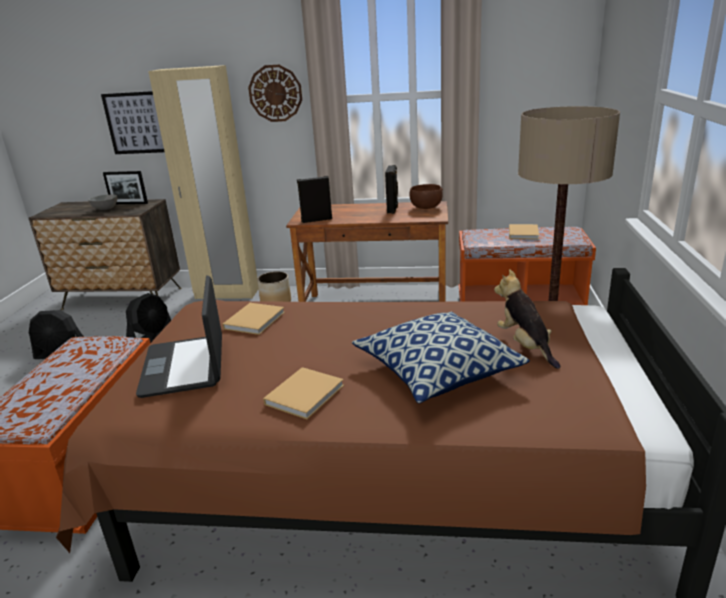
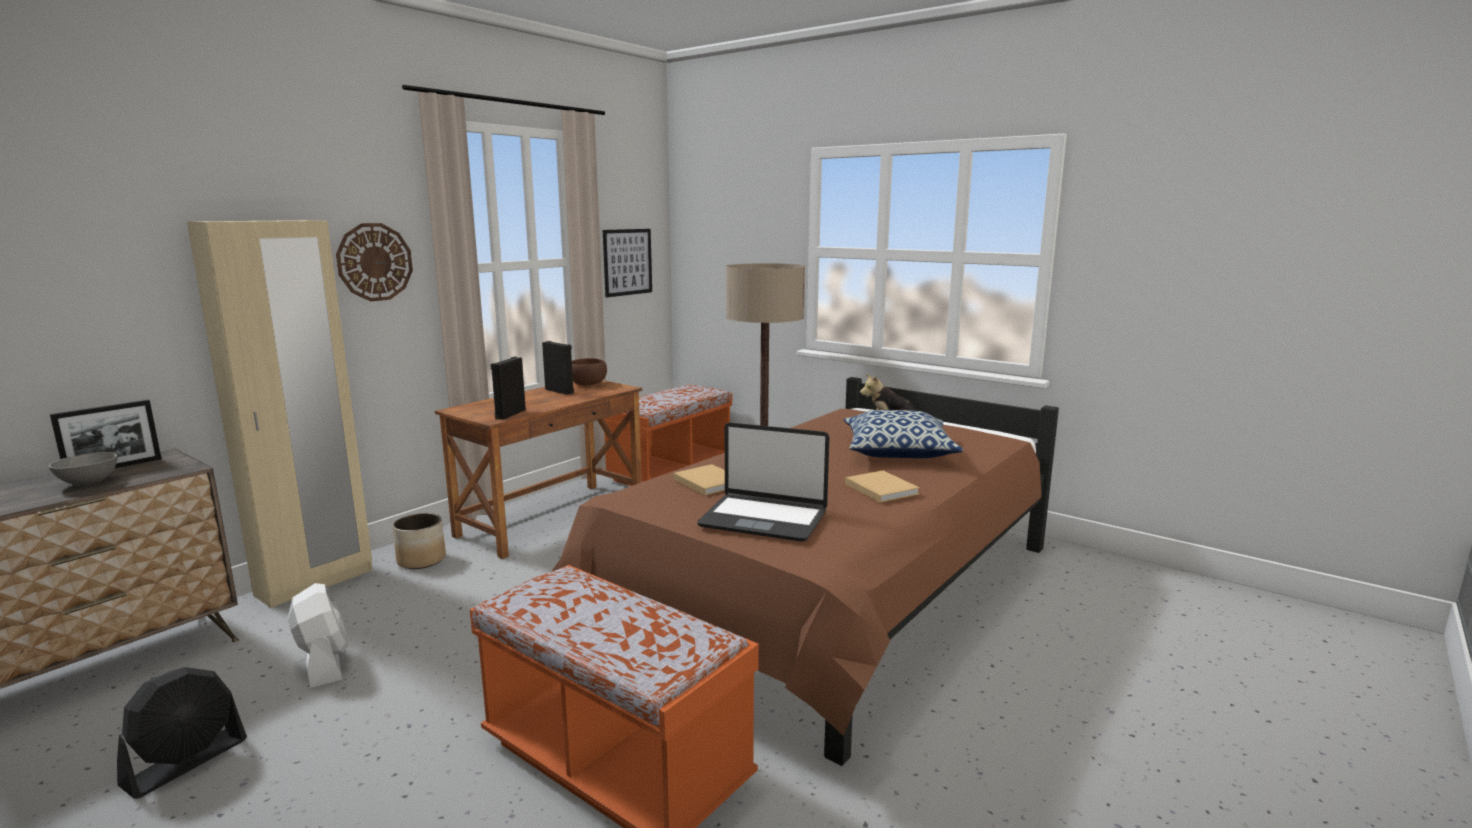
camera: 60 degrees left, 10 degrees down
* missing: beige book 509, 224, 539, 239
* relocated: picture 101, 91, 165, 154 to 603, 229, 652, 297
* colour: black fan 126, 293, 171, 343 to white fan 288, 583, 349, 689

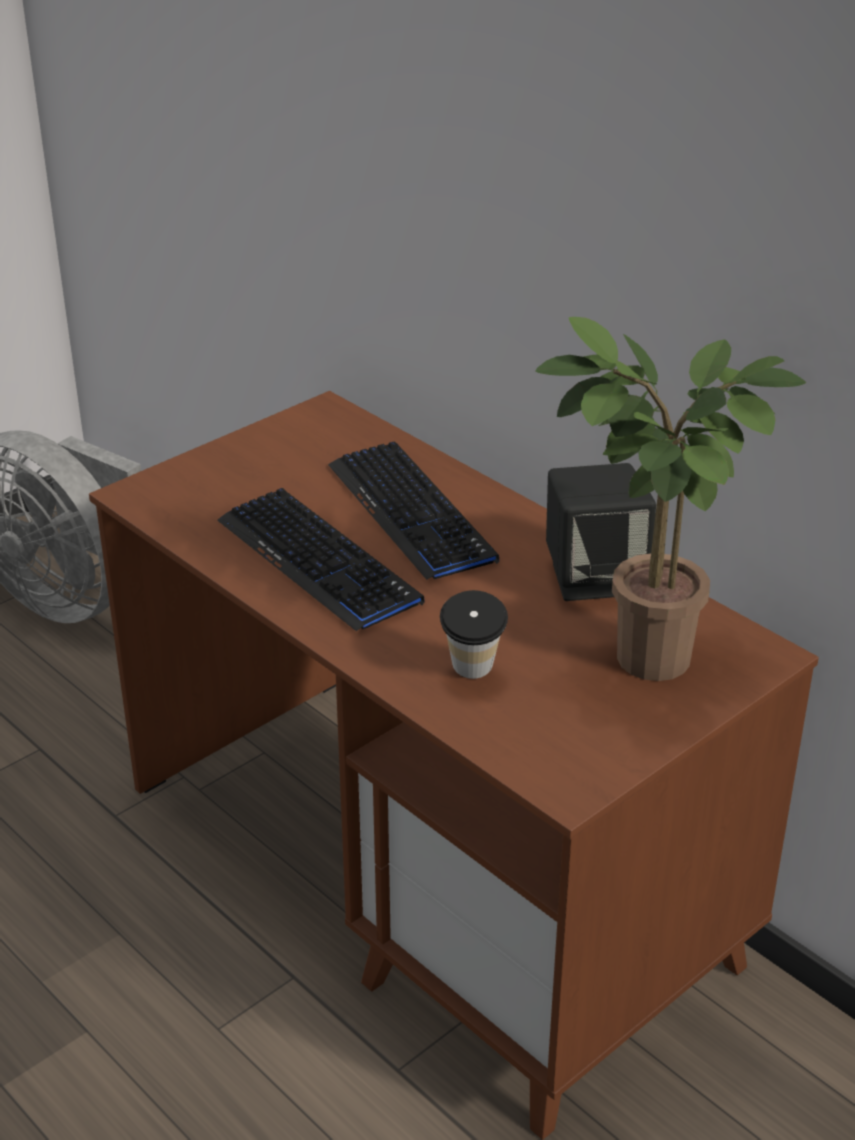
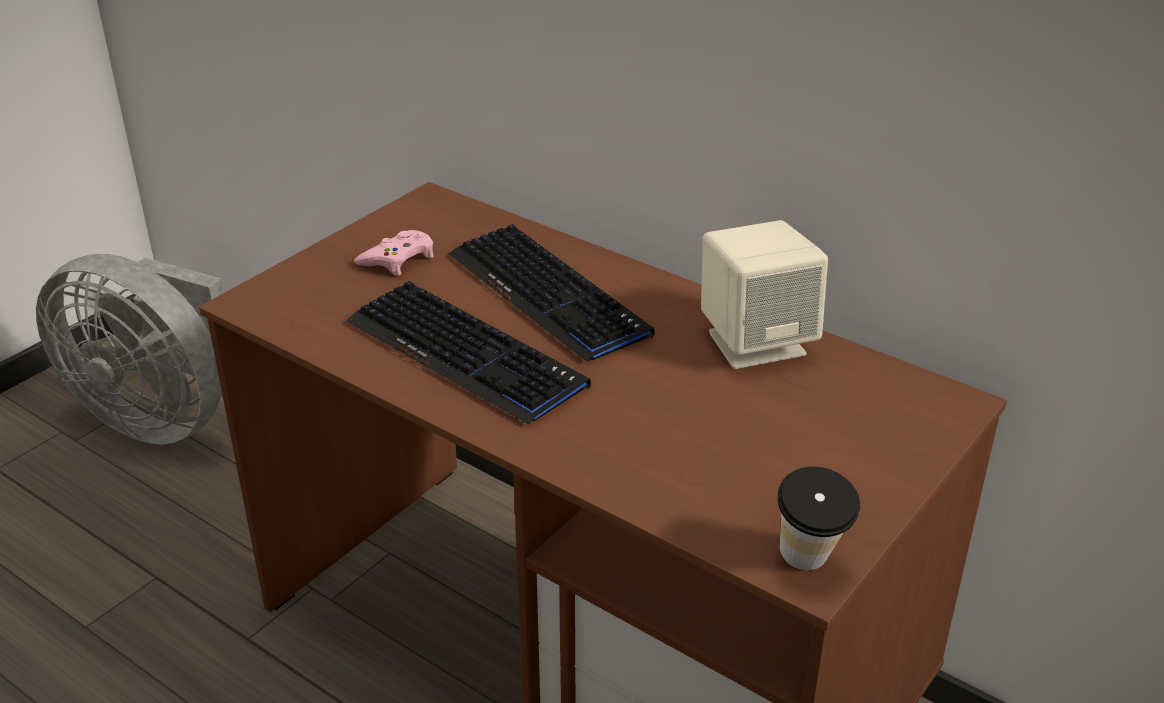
camera: 10 degrees left, 0 degrees up
* missing: potted plant 535, 317, 806, 681
* appeared: pink game controller 354, 230, 434, 275
* relocated: cup 440, 590, 508, 679 to 778, 467, 860, 570
* colour: black speaker 546, 463, 656, 601 to beige speaker 701, 220, 828, 369

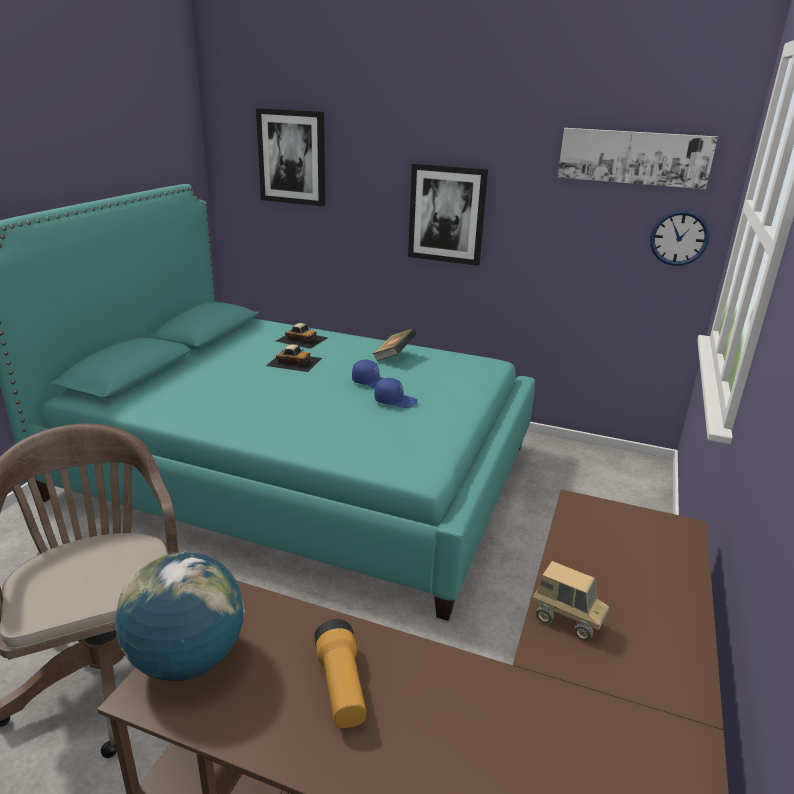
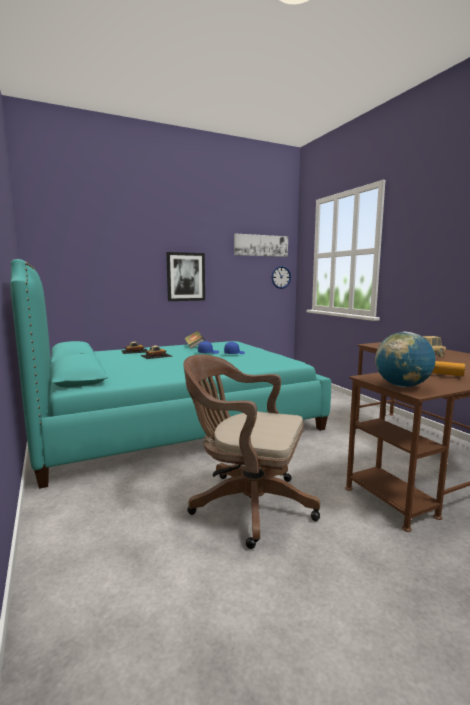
camera: 45 degrees left, 15 degrees down
* missing: picture 256, 108, 325, 206

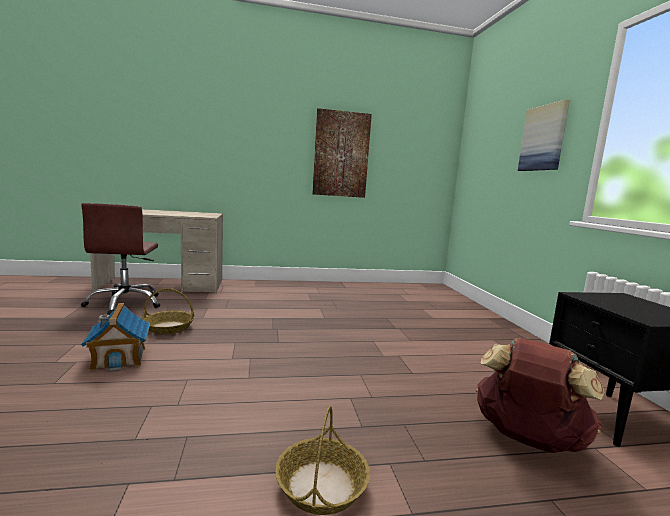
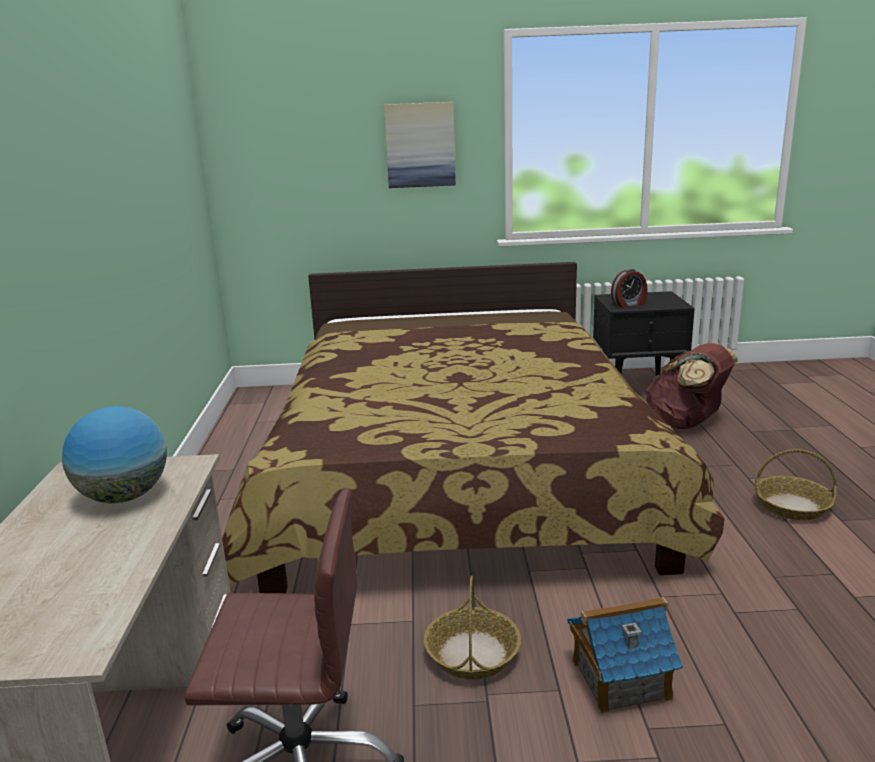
camera: 80 degrees left, 10 degrees up
* missing: picture 312, 108, 372, 198
* appeared: globe 62, 406, 167, 503
* appeared: bed 222, 262, 725, 593
* appeared: alarm clock 611, 269, 648, 308

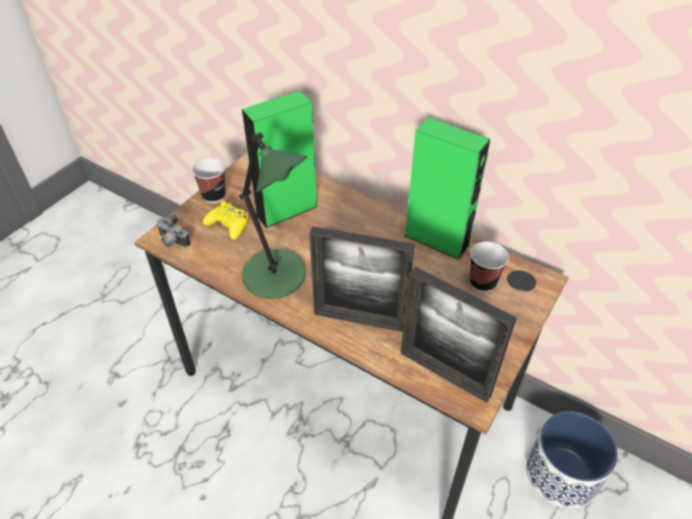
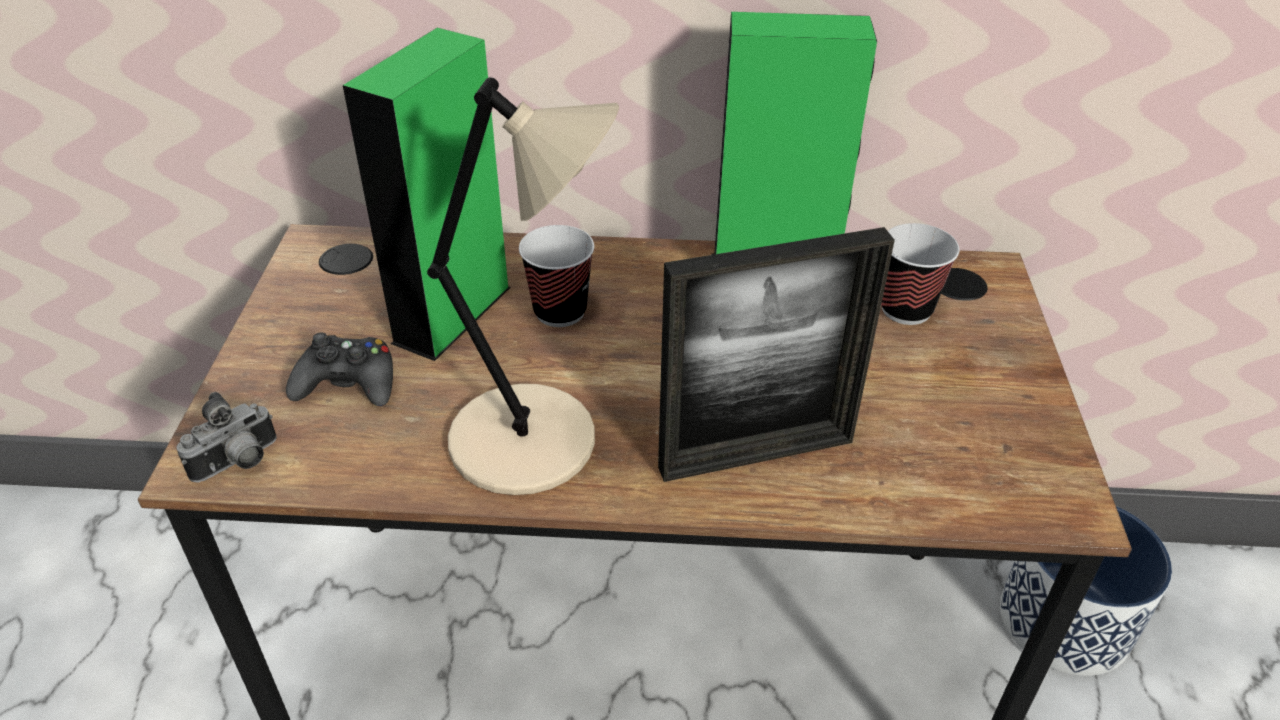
camera: 30 degrees left, 5 degrees down
* missing: picture frame 400, 267, 517, 403
* relocated: cup 192, 158, 226, 203 to 519, 225, 594, 327
* colour: yellow game controller 203, 201, 249, 240 to black game controller 286, 332, 393, 406
* colour: green table lamp 239, 132, 308, 299 to beige table lamp 427, 77, 619, 495
* spun: photo camera 157, 214, 191, 248 = 176, 392, 277, 482 45 degrees counterclockwise

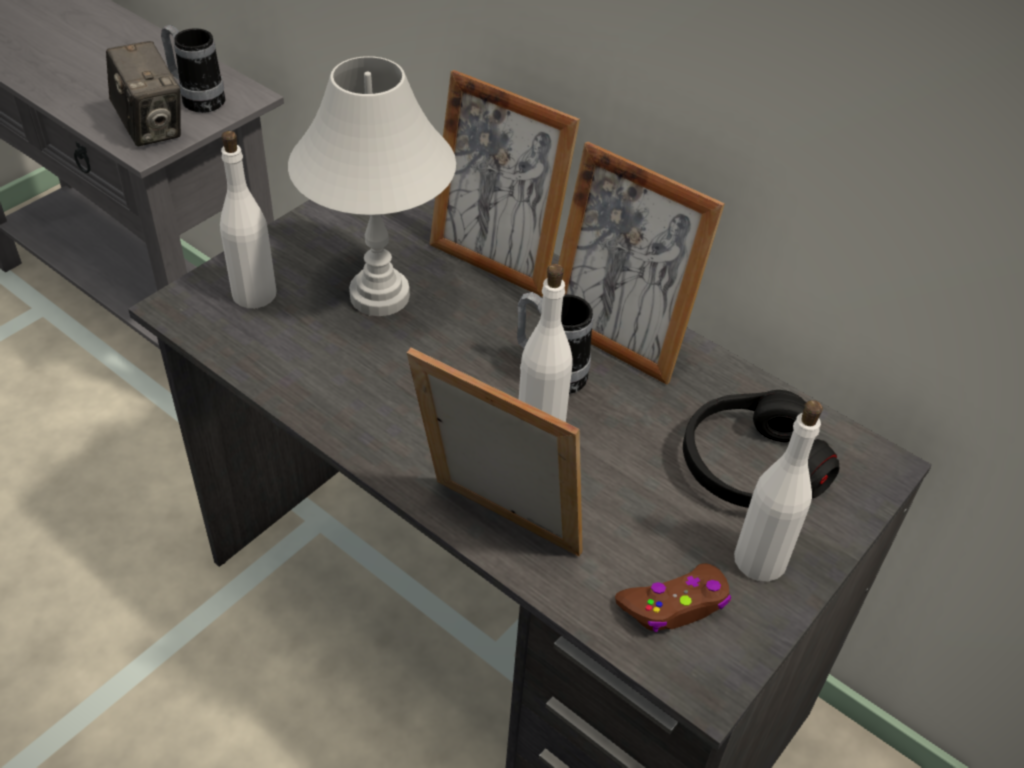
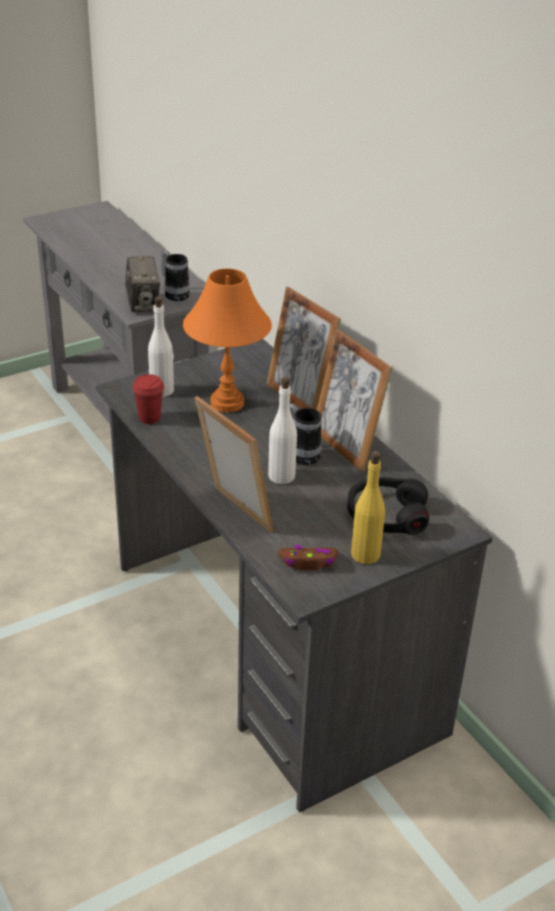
camera: 20 degrees right, 10 degrees down
* appeared: red cup 133, 374, 164, 424
* colour: white table lamp 288, 56, 456, 316 to orange table lamp 183, 269, 272, 413
* colour: white bottle 734, 400, 823, 582 to yellow bottle 351, 451, 385, 564

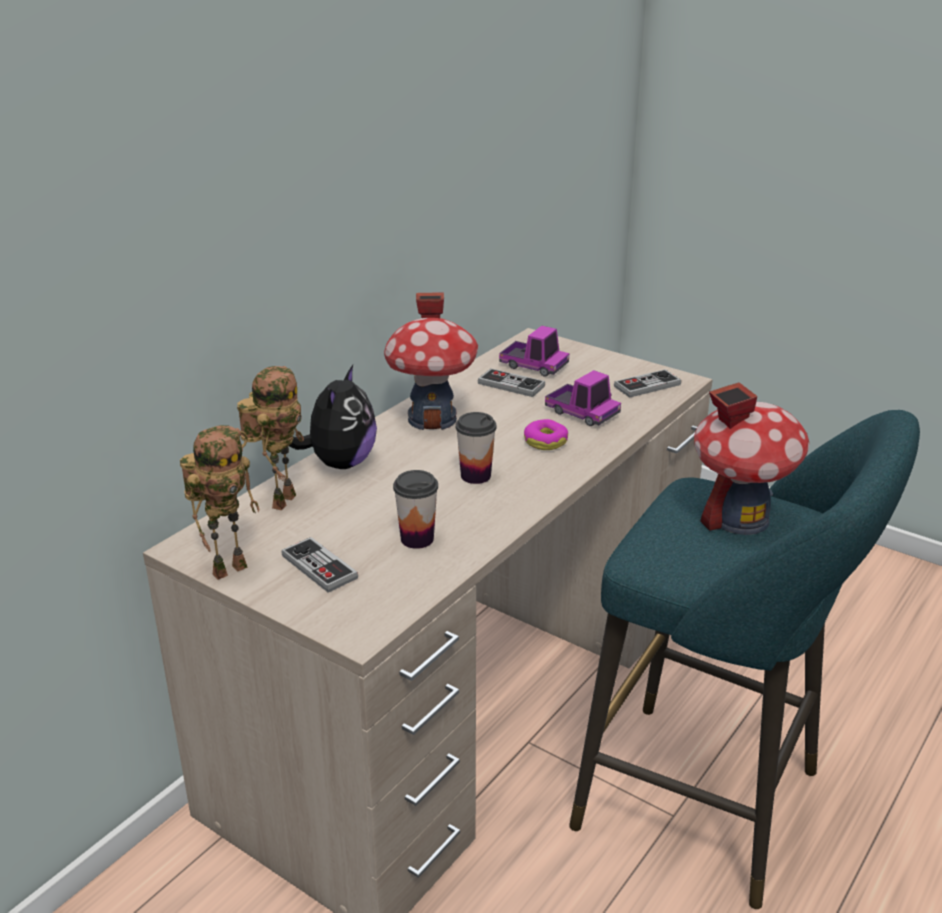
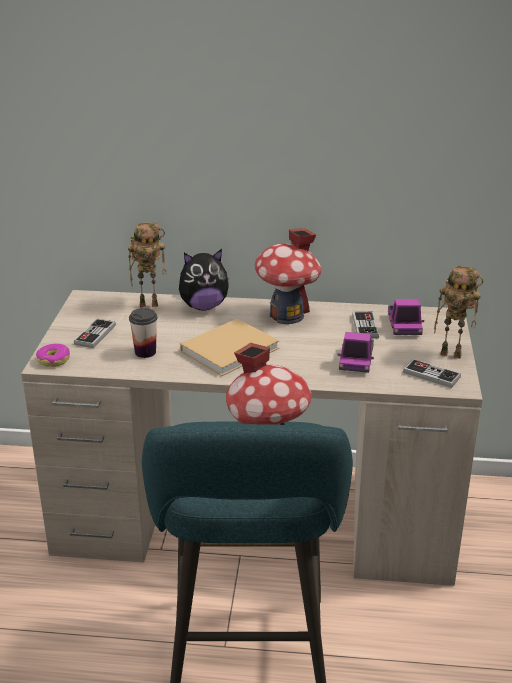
camera: 60 degrees right, 0 degrees up
* relocated: toy robot 180, 425, 260, 580 to 434, 266, 484, 359
* relocated: donut 524, 419, 568, 450 to 36, 343, 70, 367
* exchanged: cup 456, 412, 497, 484 to beige book 180, 319, 279, 376

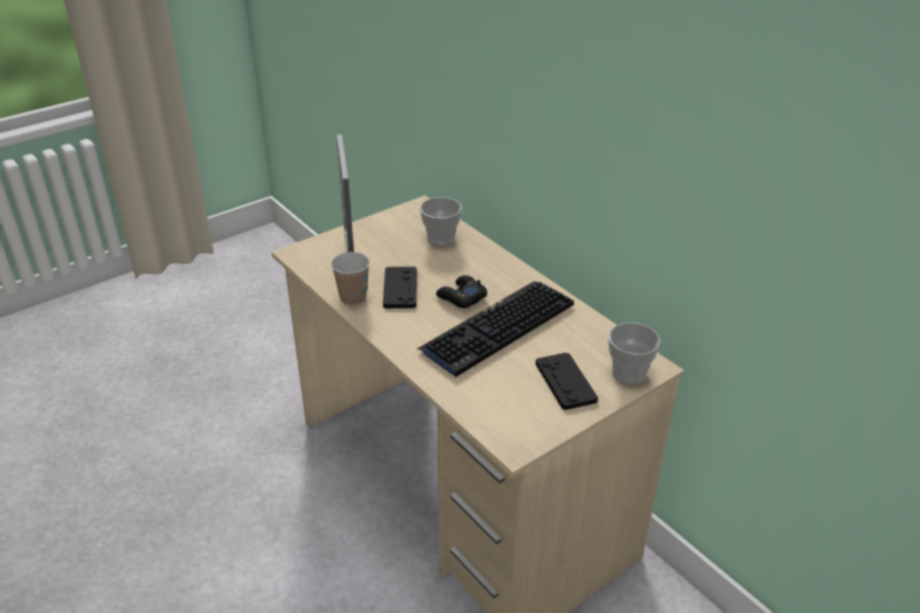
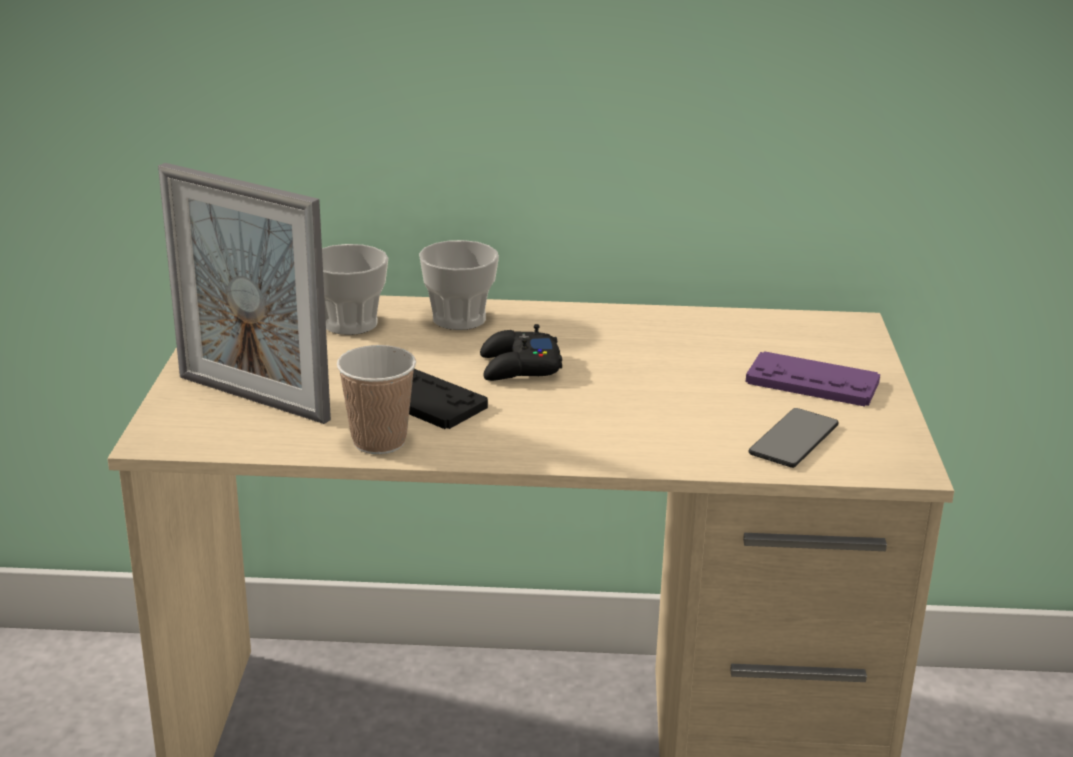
camera: 50 degrees left, 10 degrees down
* missing: keyboard 417, 282, 574, 377
* appeared: phone 749, 408, 838, 468
* relocated: cup 608, 323, 661, 384 to 419, 240, 499, 330
* colour: black game controller 536, 352, 598, 410 to purple game controller 746, 351, 880, 407

